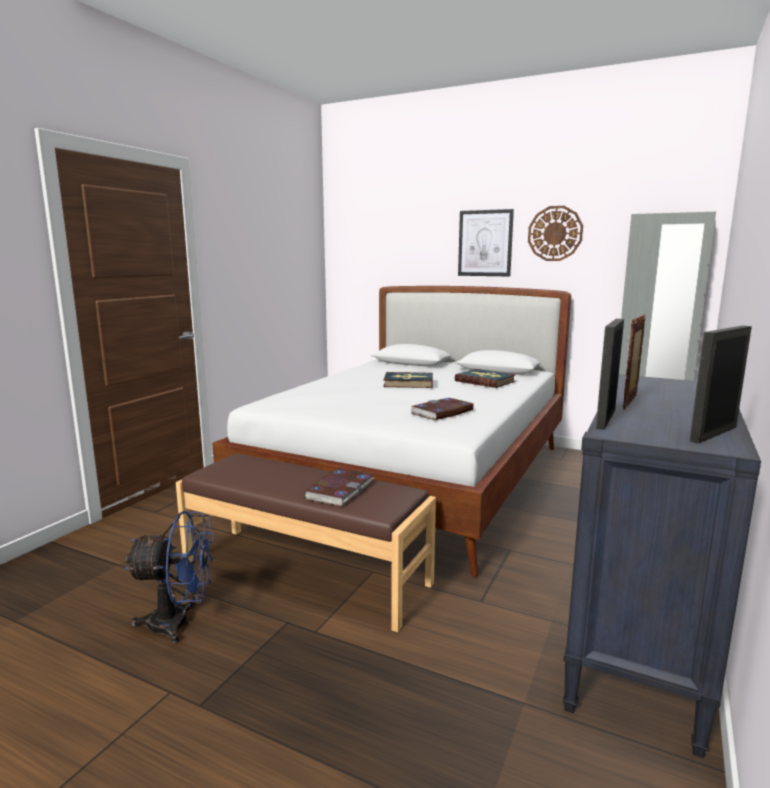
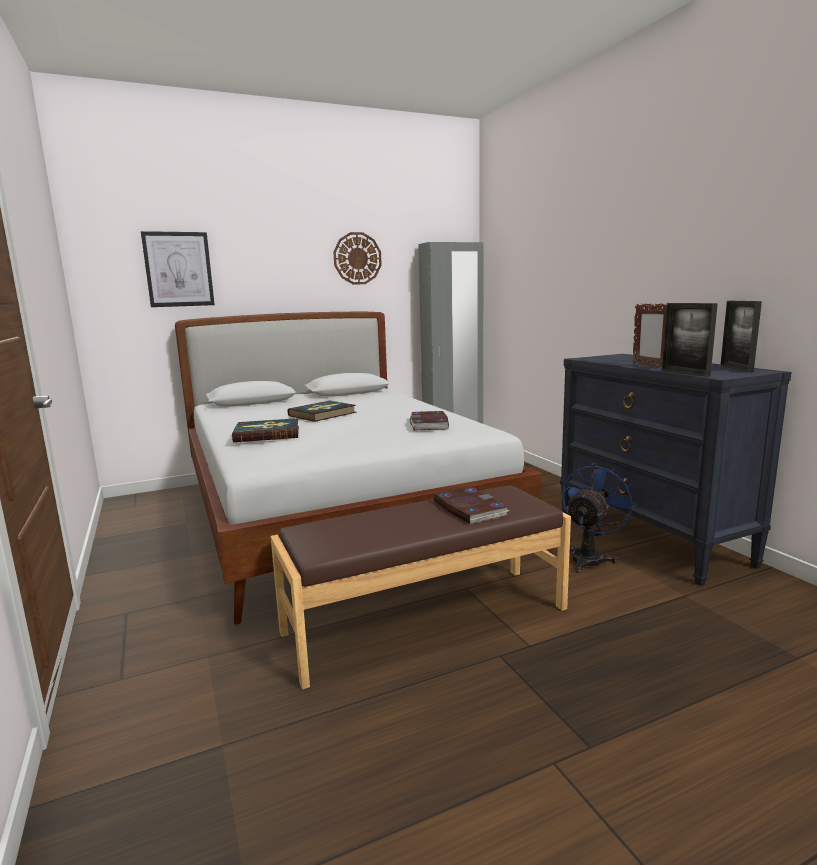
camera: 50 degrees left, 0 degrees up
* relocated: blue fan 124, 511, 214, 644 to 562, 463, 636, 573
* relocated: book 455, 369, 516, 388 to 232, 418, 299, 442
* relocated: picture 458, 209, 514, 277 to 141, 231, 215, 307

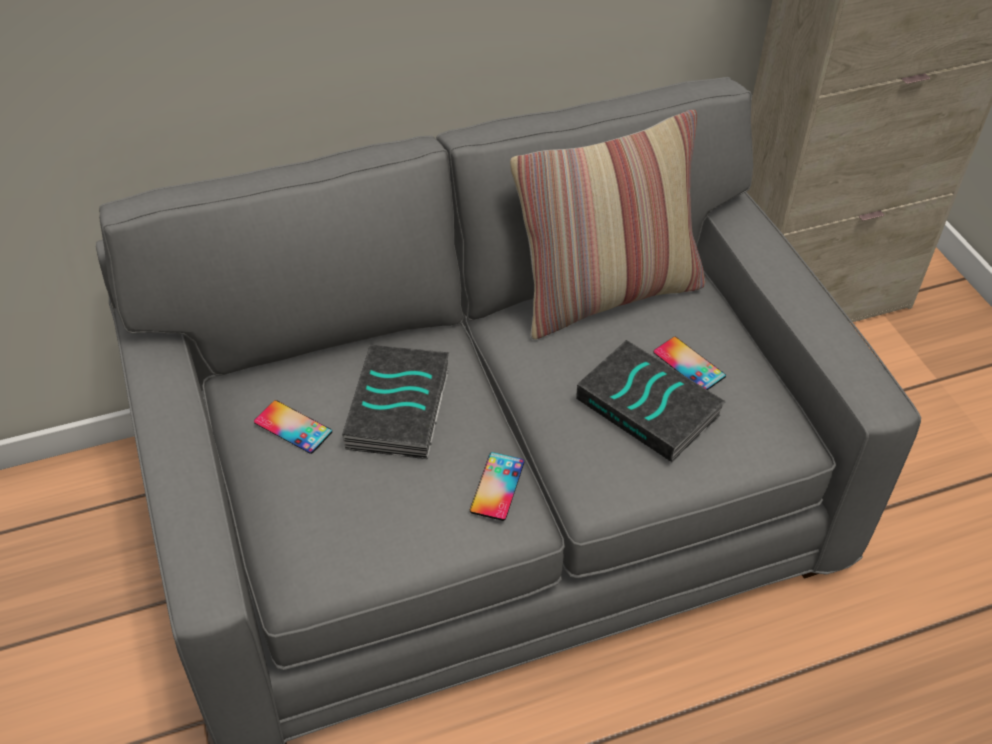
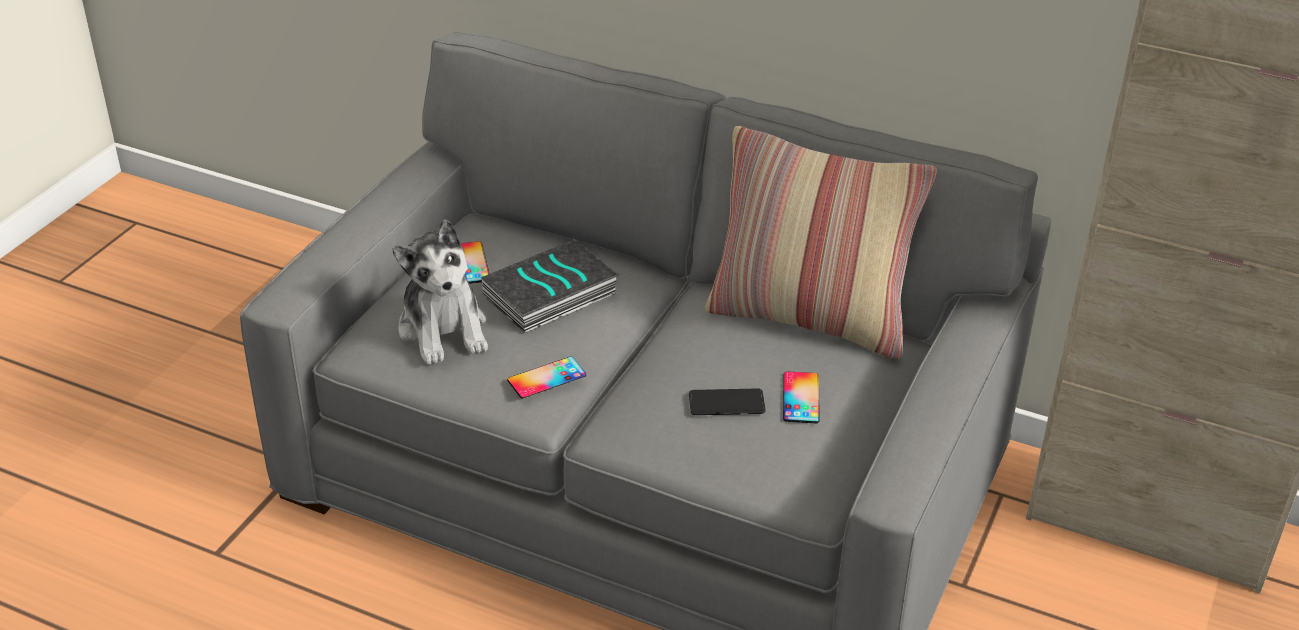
camera: 45 degrees right, 10 degrees down
* appeared: plush toy 393, 219, 488, 365
* exchanged: book 576, 340, 726, 462 to phone 689, 388, 766, 415

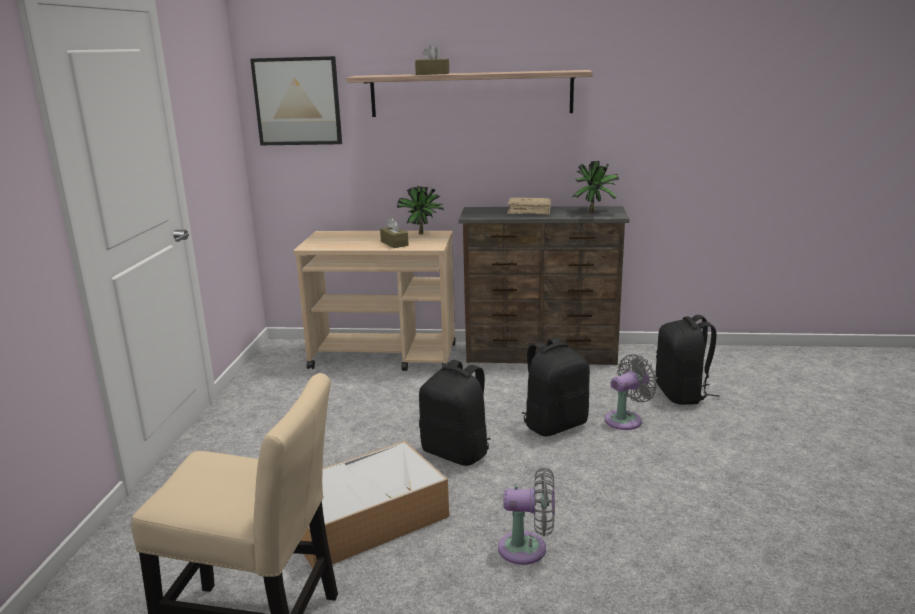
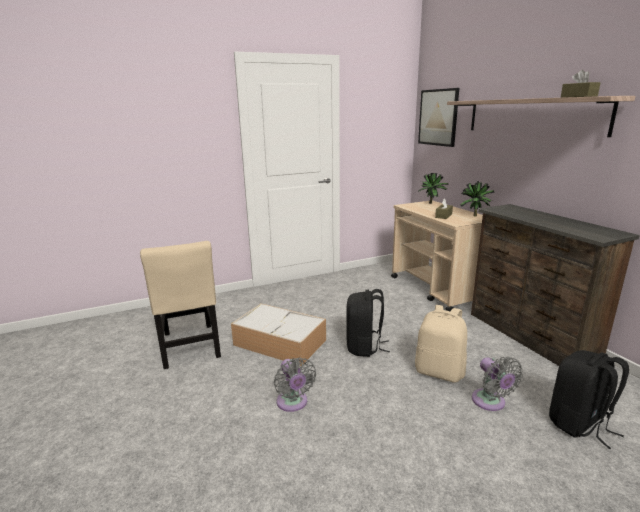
camera: 60 degrees right, 0 degrees up
* missing: beige book 508, 198, 551, 215
* relocated: brown tissue box 415, 45, 449, 75 to 561, 70, 600, 97
* relocated: potted plant 573, 161, 619, 213 to 418, 173, 449, 204
* colour: black backpack 522, 337, 590, 436 to beige backpack 415, 305, 467, 383
* spun: grey fan 605, 354, 658, 430 = 472, 357, 523, 411 45 degrees clockwise

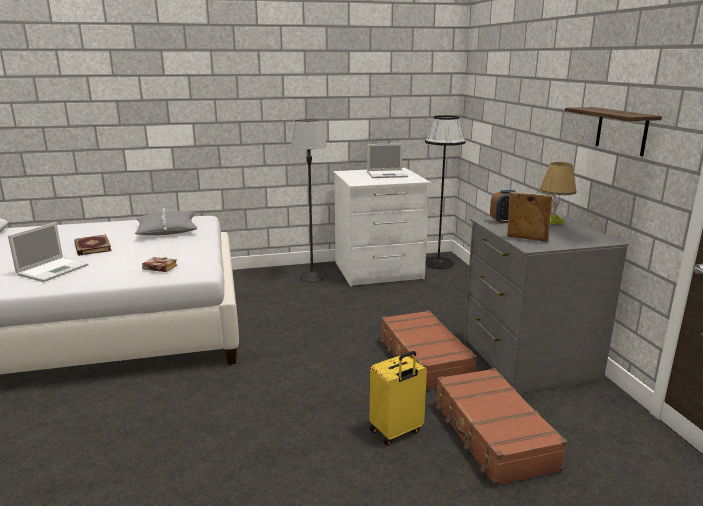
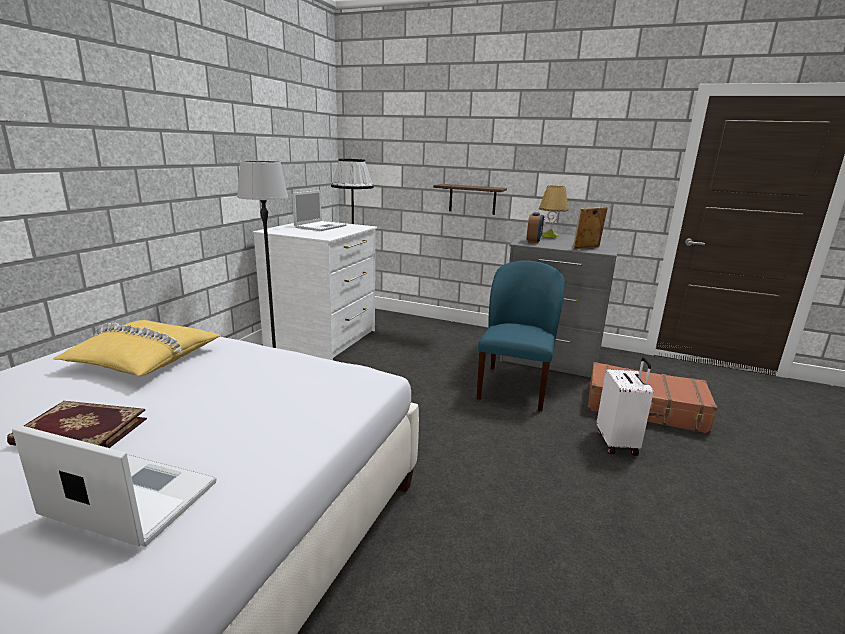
camera: 55 degrees left, 0 degrees up
* missing: book 142, 257, 177, 272
* relocated: shelf 565, 107, 662, 156 to 433, 184, 507, 215
* exchanged: brown suitcase 381, 310, 477, 390 to blue chair 477, 260, 565, 411
* colour: grey pillow 135, 208, 198, 235 to yellow pillow 53, 320, 221, 376
* colour: yellow suitcase 369, 351, 427, 446 to white suitcase 597, 357, 653, 456
* spun: laptop 8, 222, 89, 282 = 12, 425, 216, 547 45 degrees counterclockwise

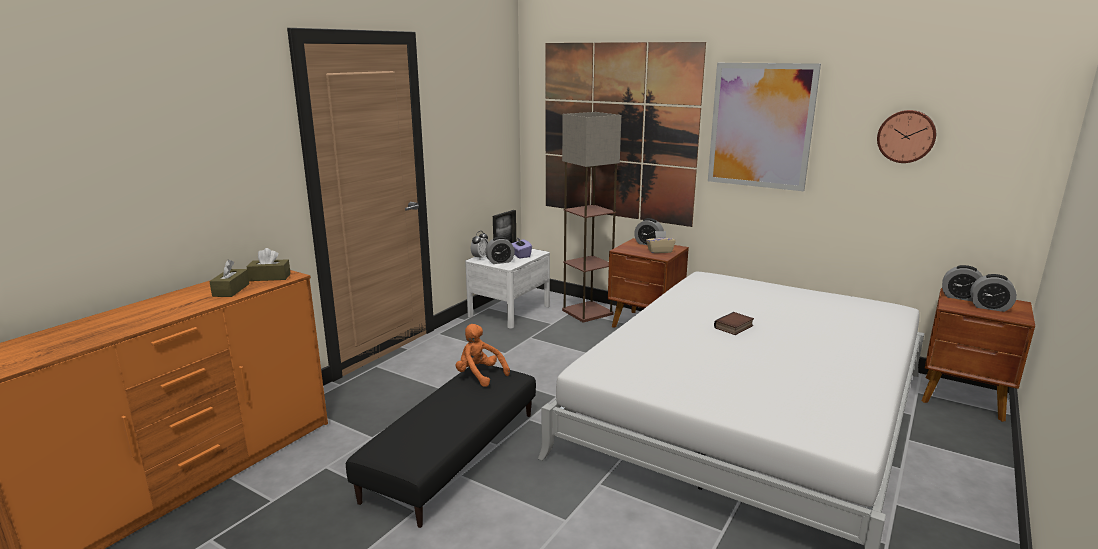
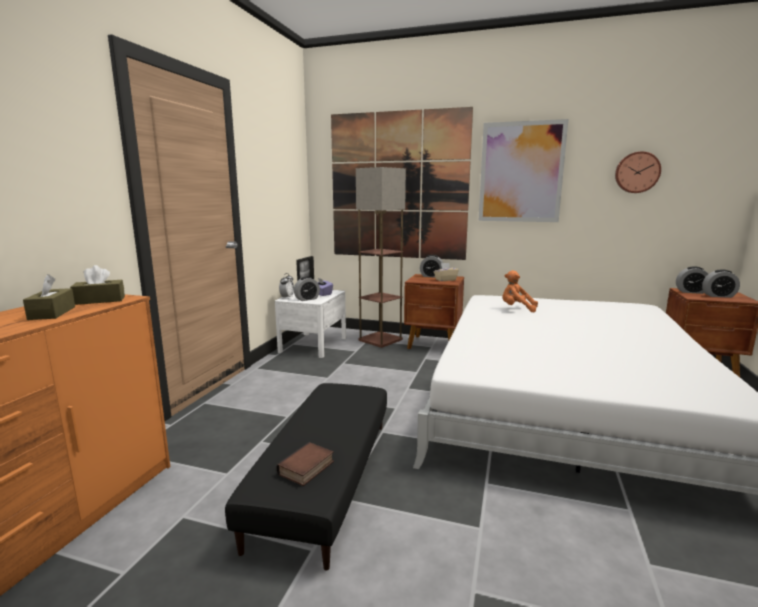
camera: 15 degrees left, 5 degrees down
* relocated: orange plush toy 456, 324, 510, 387 to 502, 270, 538, 312
* relocated: book 714, 312, 754, 335 to 277, 442, 334, 486

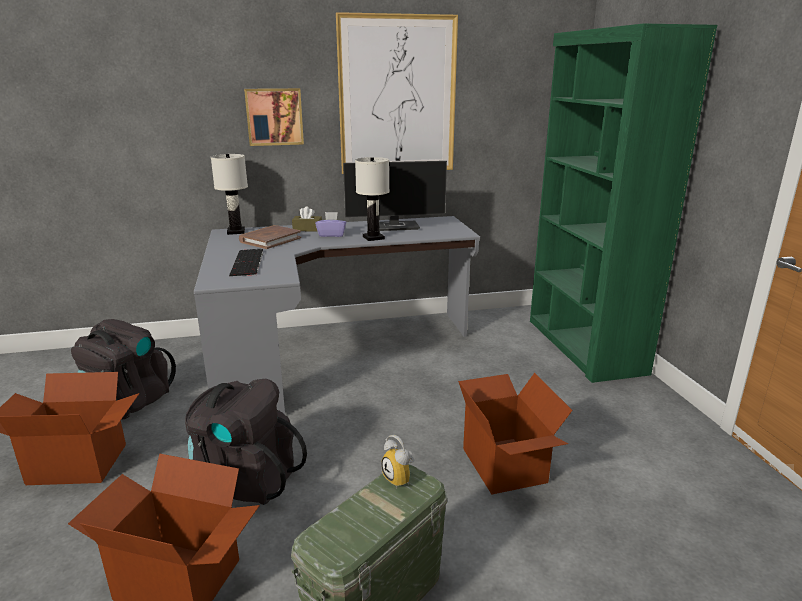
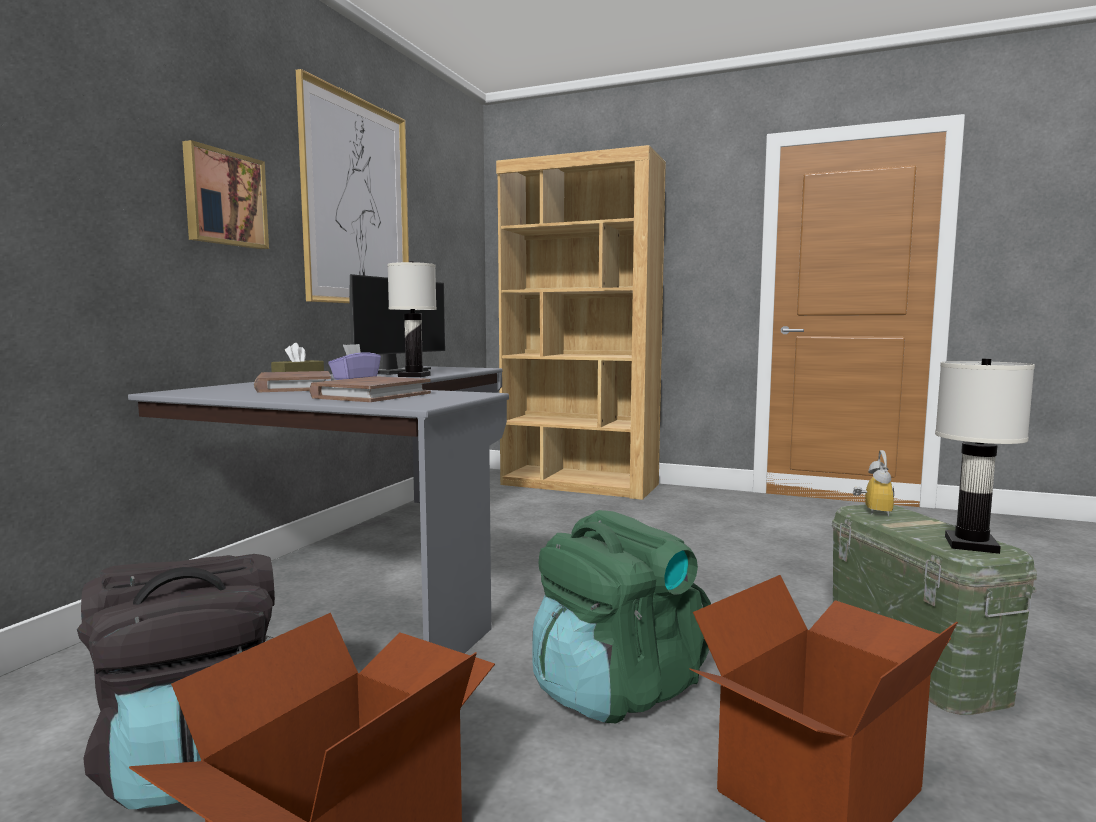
camera: 55 degrees left, 15 degrees down
* missing: cardboard box 458, 373, 573, 494
* relocated: white table lamp 211, 154, 248, 235 to 935, 359, 1035, 554
* exchanged: keyboard 229, 249, 263, 276 to brown book 310, 377, 431, 402
* colour: black backpack 185, 379, 307, 505 to green backpack 532, 510, 711, 723
* colour: green bookcase 530, 23, 717, 383 to brown bookcase 496, 145, 666, 500
* spun: alarm clock 381, 435, 414, 488 = 853, 450, 894, 516 75 degrees counterclockwise

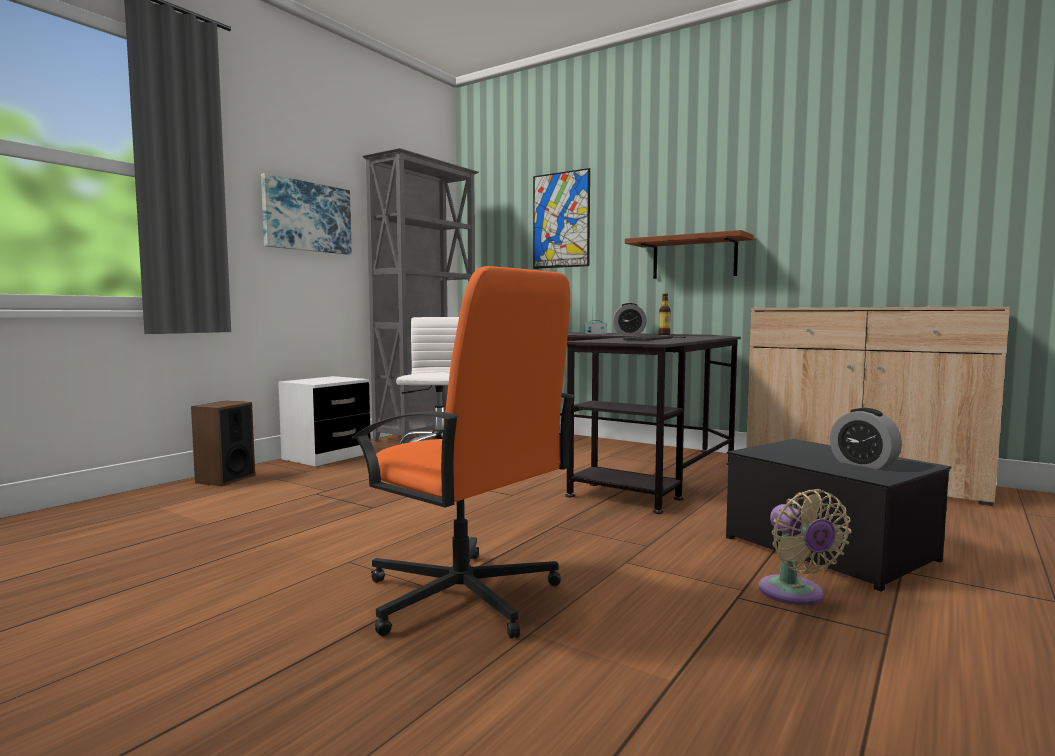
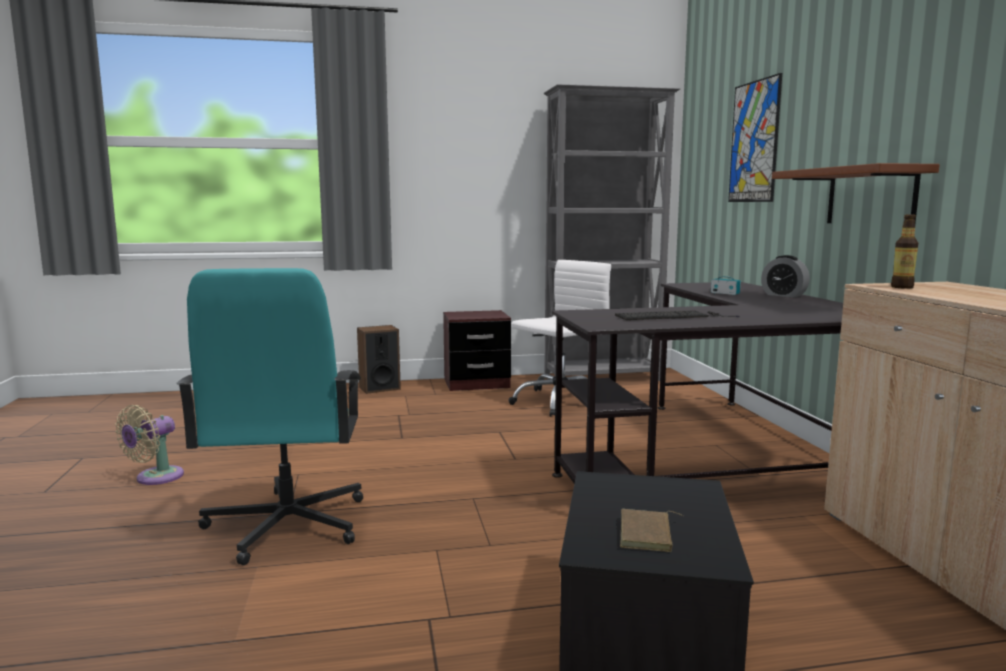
camera: 45 degrees right, 5 degrees up
* missing: picture 261, 173, 352, 255
* relocated: bottle 659, 293, 671, 335 to 891, 214, 918, 289
* relocated: beige fan 759, 489, 851, 605 to 115, 405, 184, 485
* exchanged: alarm clock 830, 408, 902, 470 to brown book 620, 509, 683, 552
* colour: white nightstand 278, 376, 371, 466 to brown nightstand 443, 310, 511, 391
* colour: orange office chair 352, 266, 575, 639 to turquoise office chair 176, 268, 363, 565

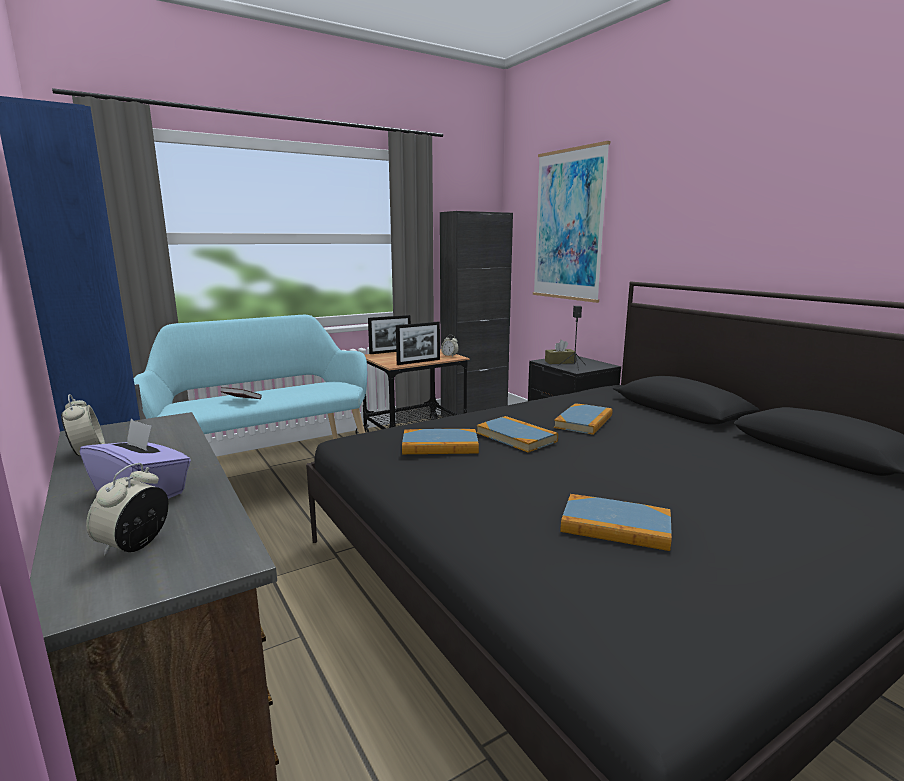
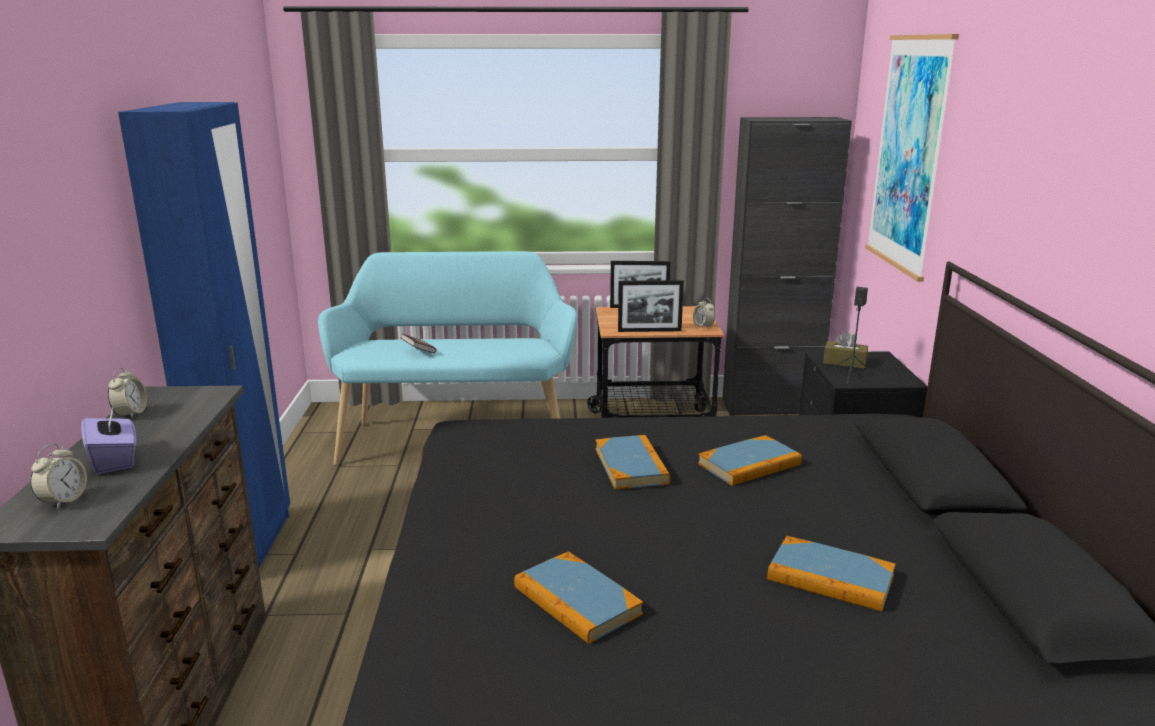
camera: 30 degrees right, 5 degrees up
* relocated: book 402, 429, 479, 454 to 767, 536, 896, 612
* spun: alarm clock 86, 463, 169, 555 = 30, 444, 87, 509 150 degrees clockwise

